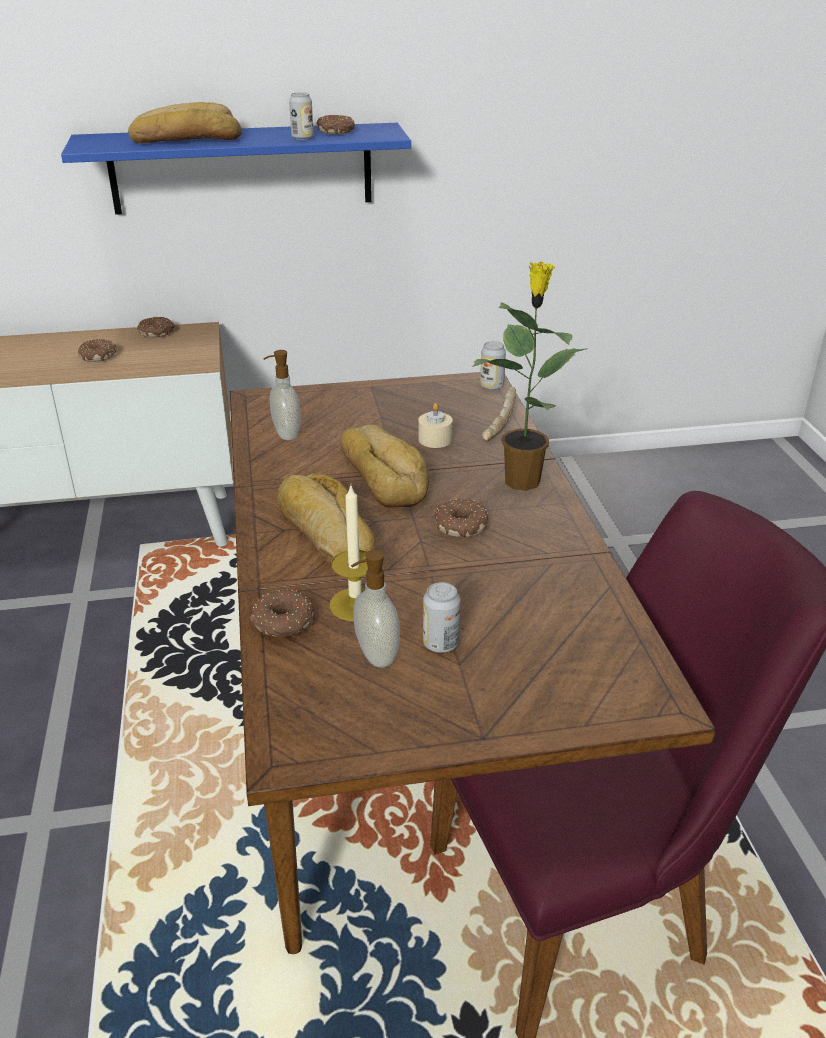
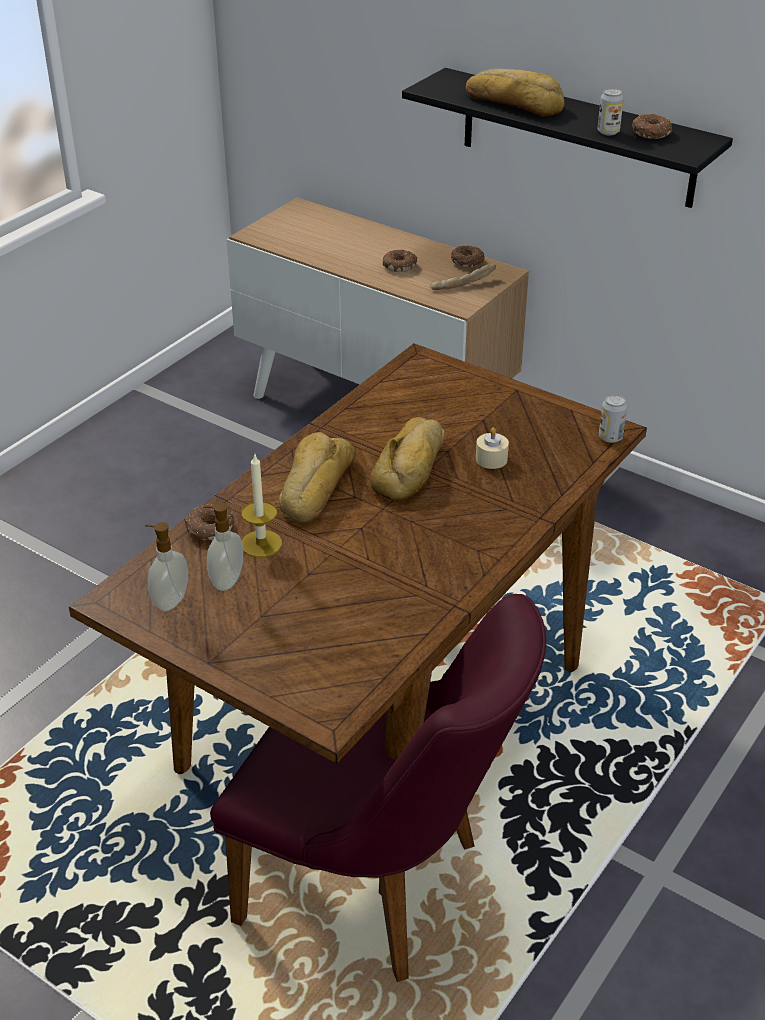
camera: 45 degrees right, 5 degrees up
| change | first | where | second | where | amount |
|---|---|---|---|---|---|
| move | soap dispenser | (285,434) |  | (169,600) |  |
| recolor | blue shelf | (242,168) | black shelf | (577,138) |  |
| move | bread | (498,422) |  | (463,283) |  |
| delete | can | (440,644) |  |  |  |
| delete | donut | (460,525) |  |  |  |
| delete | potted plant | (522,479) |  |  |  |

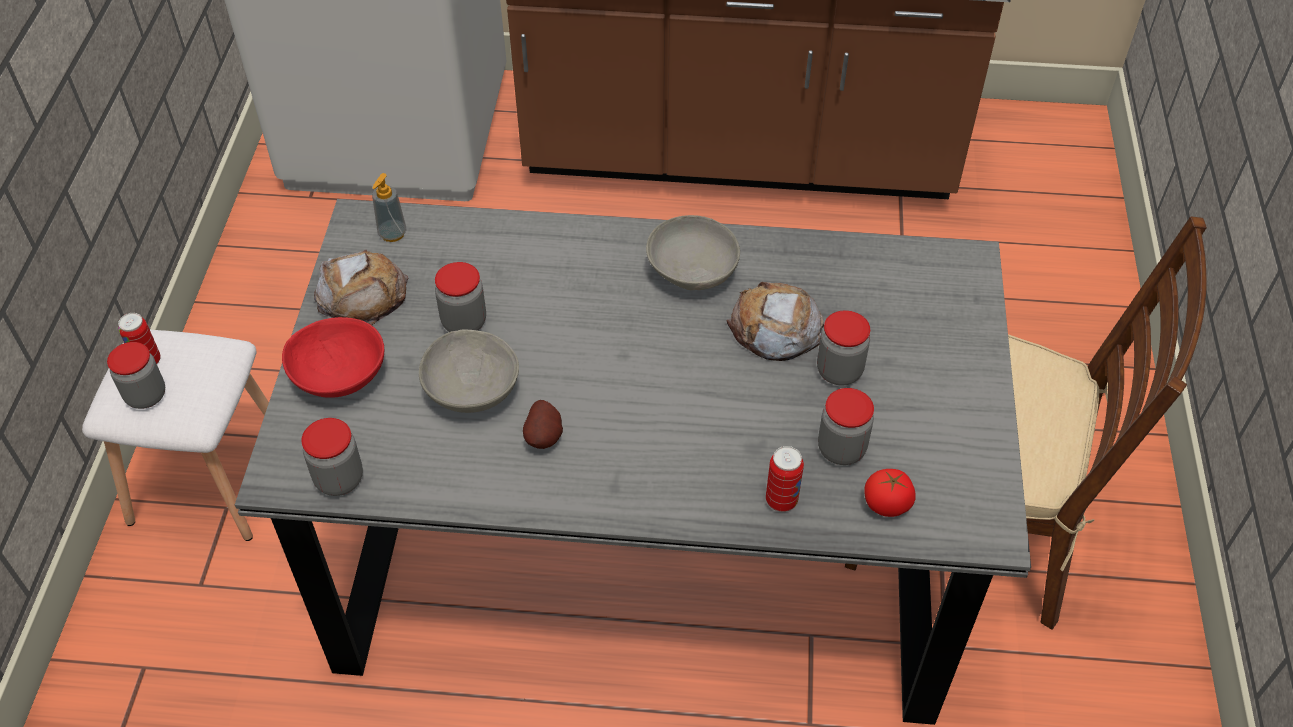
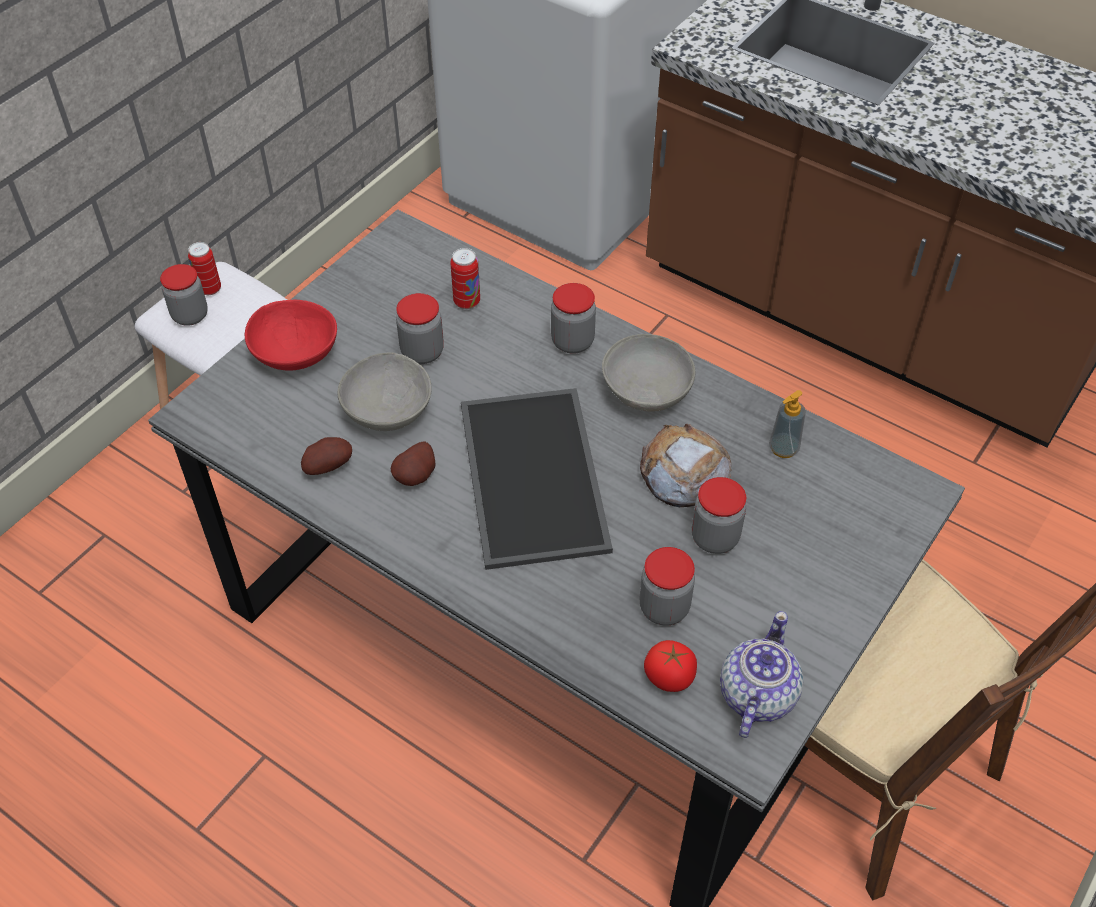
camera: 30 degrees right, 0 degrees up
| change | first | where | second | where | amount |
|---|---|---|---|---|---|
| insert |  |  | potato | (328,466) |  |
| move | can | (781,500) |  | (467,302) |  |
| insert |  |  | tray | (537,477) |  |
| move | jar | (339,479) |  | (572,342) |  |
| insert |  |  | teapot | (756,695) |  |
| move | soap dispenser | (392,233) |  | (783,448) |  |
| delete | bread | (362,294) |  |  |  |

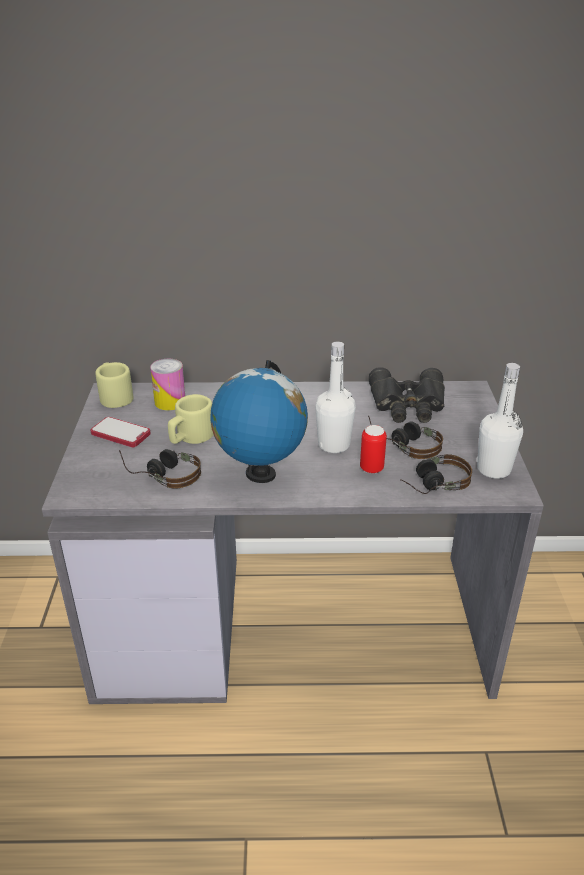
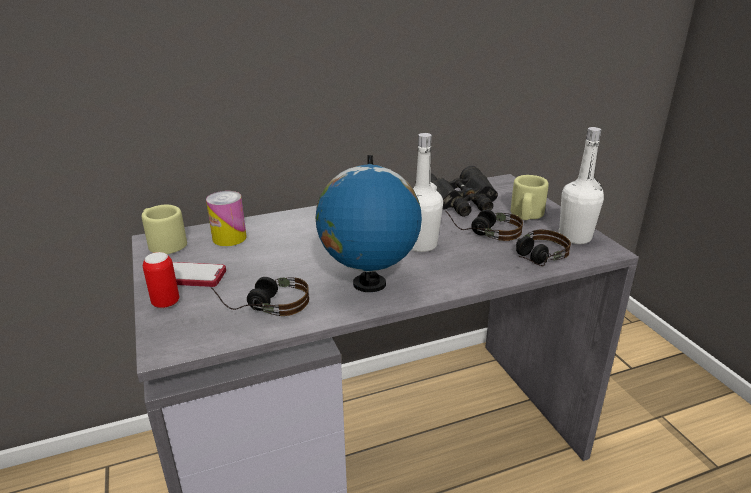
camera: 20 degrees left, 5 degrees down
| change | first | where | second | where | amount |
|---|---|---|---|---|---|
| move | can | (371,468) |  | (166,303) |  |
| move | beige mug | (190,437) |  | (526,215) |  |

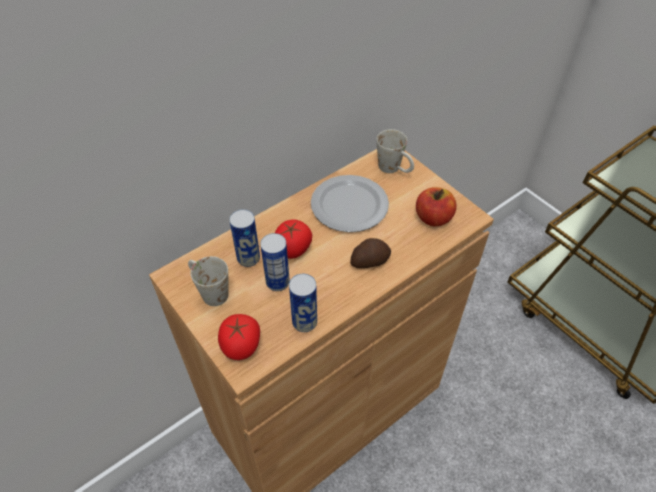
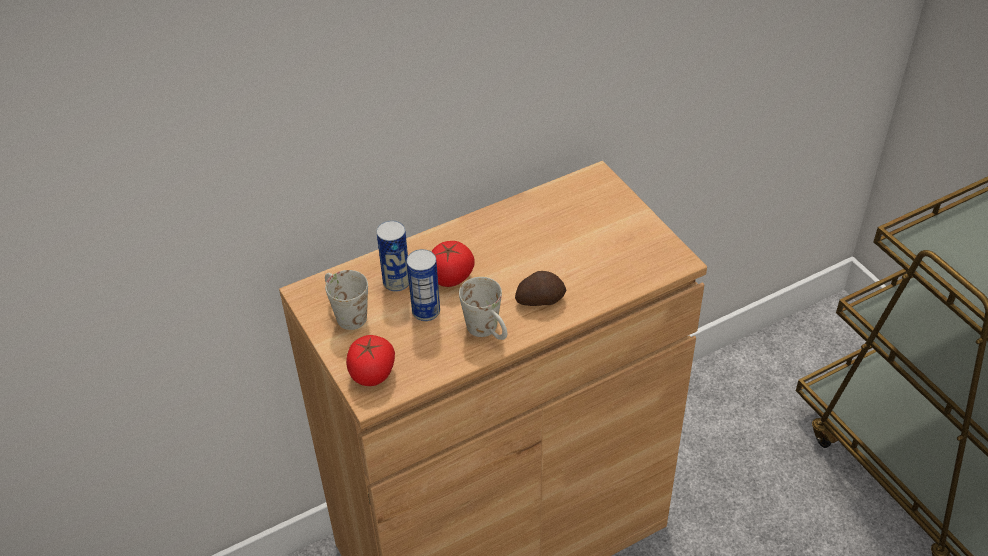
camera: 10 degrees right, 5 degrees down
| change | first | where | second | where | amount |
|---|---|---|---|---|---|
| move | white mug | (394,169) |  | (488,332) |  |
| delete | can | (304,322) |  |  |  |
| delete | plate | (348,205) |  |  |  |
| delete | apple | (433,218) |  |  |  |

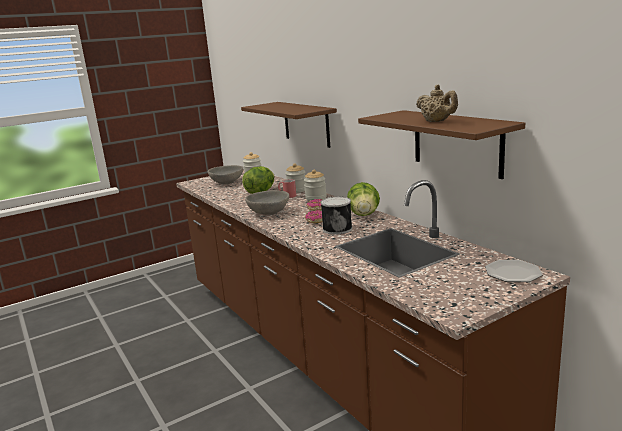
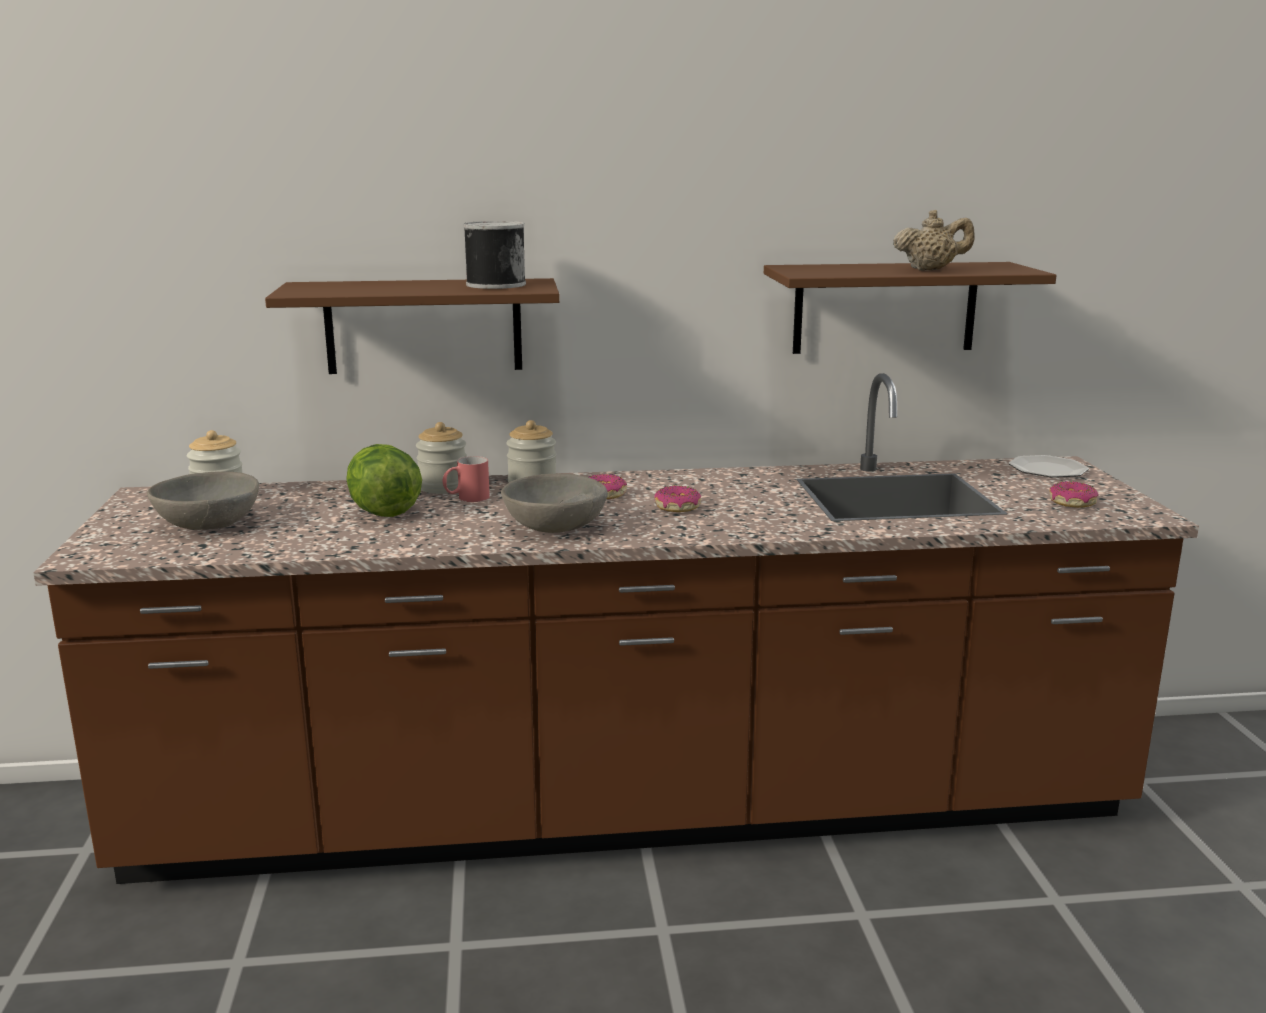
camera: 65 degrees left, 0 degrees up
| change | first | where | second | where | amount |
|---|---|---|---|---|---|
| move | can | (337,228) |  | (494,284) |  |
| insert |  |  | donut | (1071,503) |  |
| delete | lettuce | (364,215) |  |  |  |

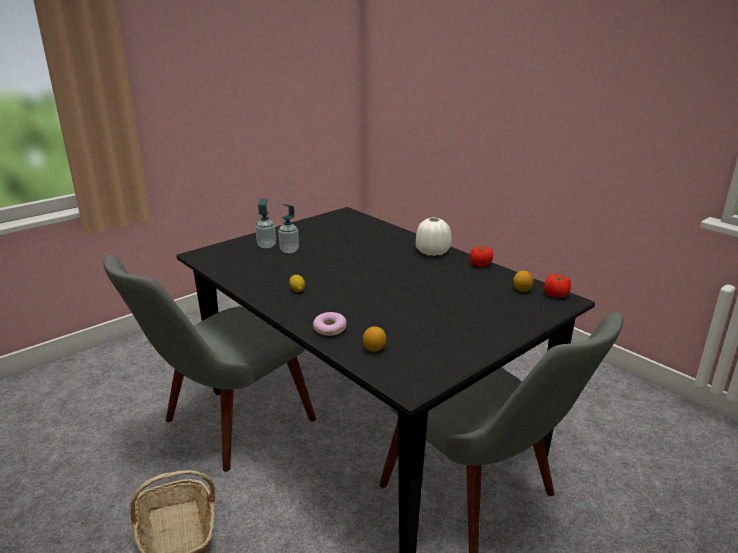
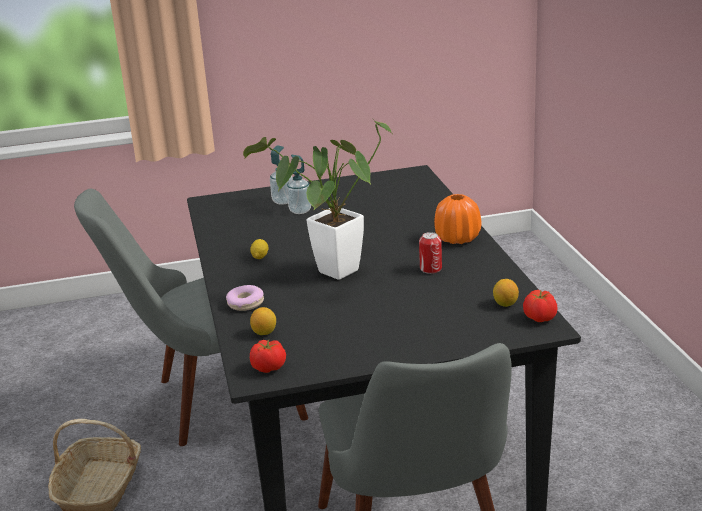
camera: 30 degrees right, 0 degrees up
| change | first | where | second | where | amount |
|---|---|---|---|---|---|
| insert |  |  | potted plant | (331,274) |  |
| move | tomato | (480,264) |  | (269,368) |  |
| insert |  |  | can | (430,269) |  |
| recolor | white vase | (432,252) | orange vase | (457,238) |  |

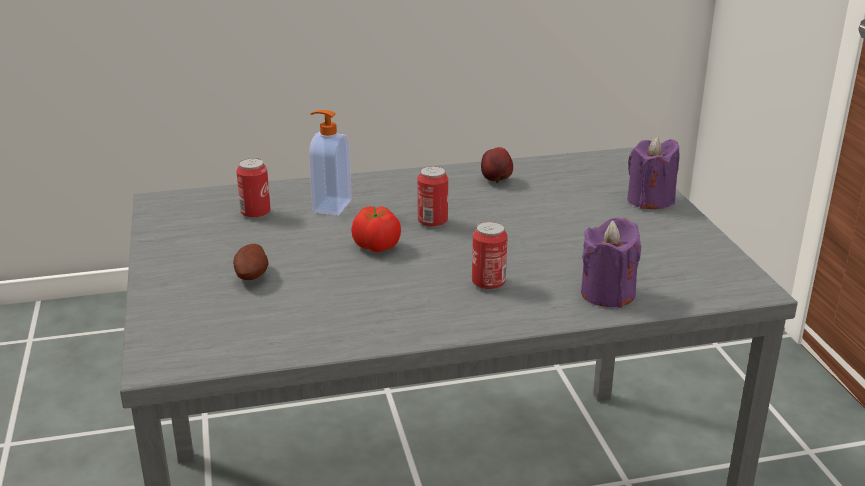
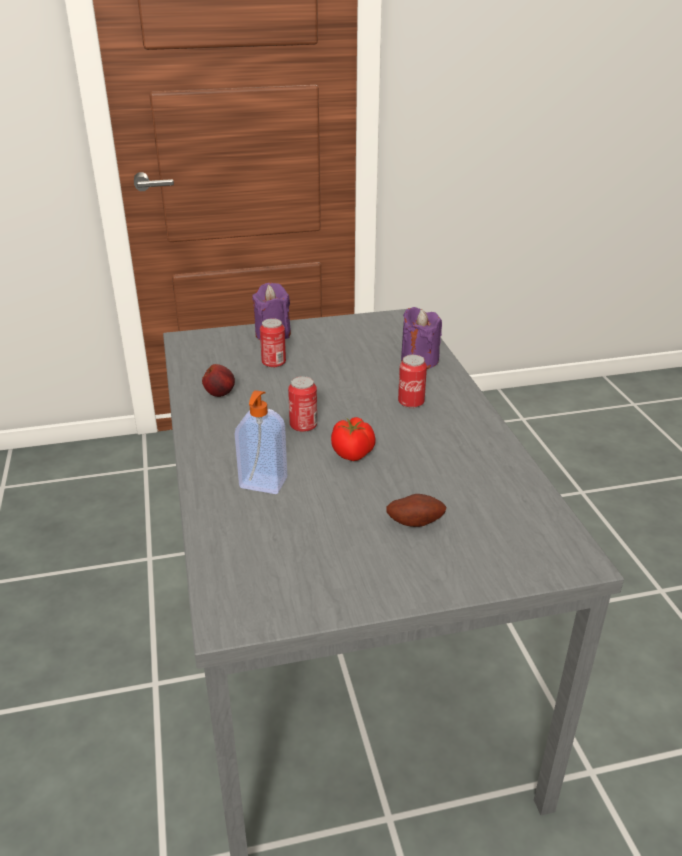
camera: 90 degrees left, 5 degrees up
| change | first | where | second | where | amount |
|---|---|---|---|---|---|
| move | can | (255,213) |  | (274,363) |  |

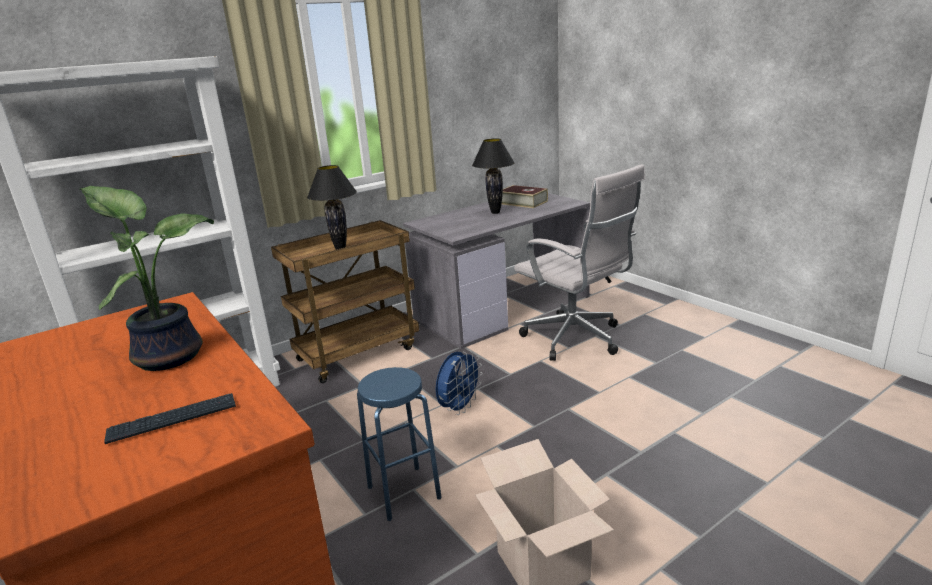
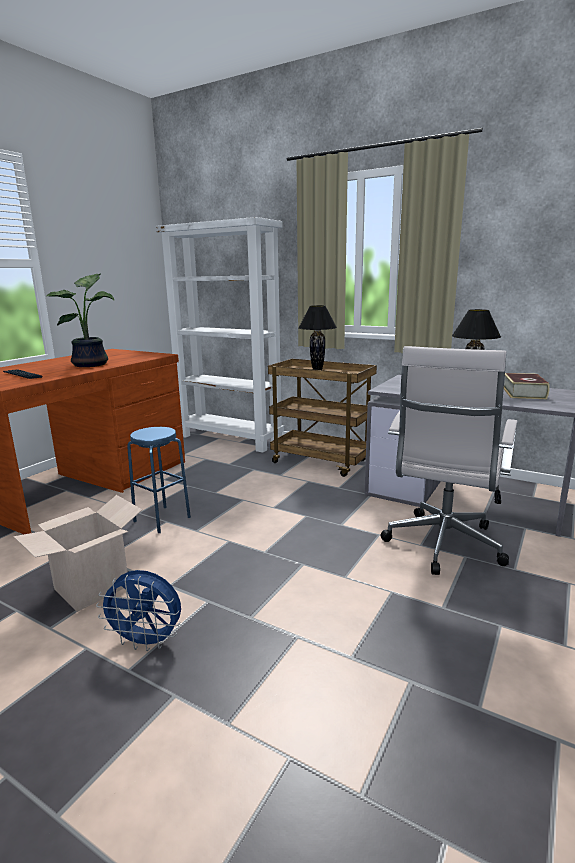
camera: 65 degrees right, 5 degrees down
| change | first | where | second | where | amount |
|---|---|---|---|---|---|
| move | blue fan | (459,408) |  | (147,642) |  |

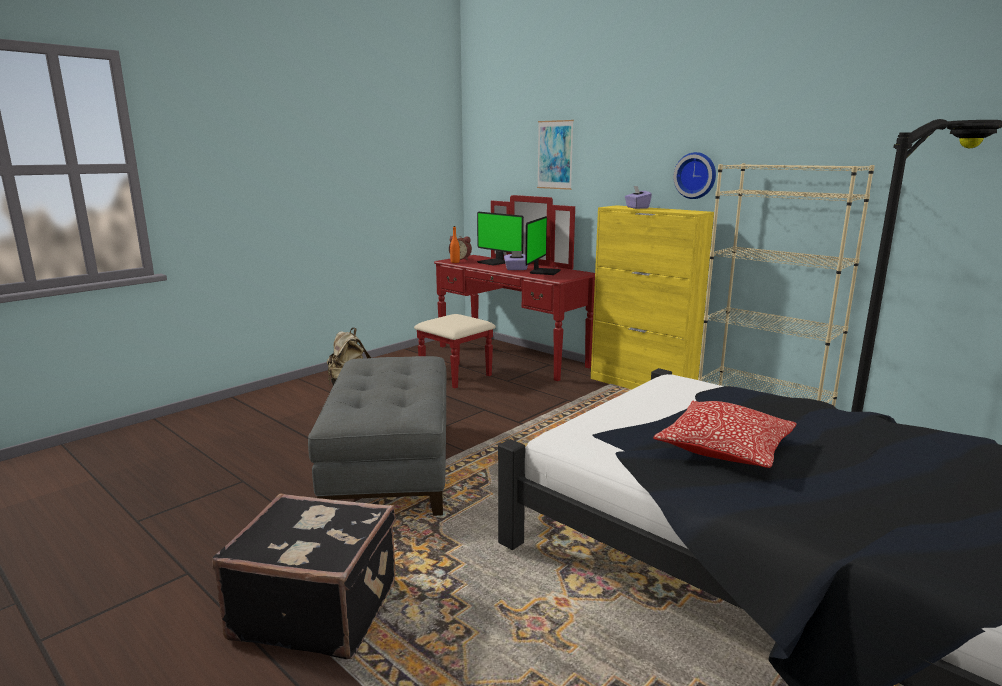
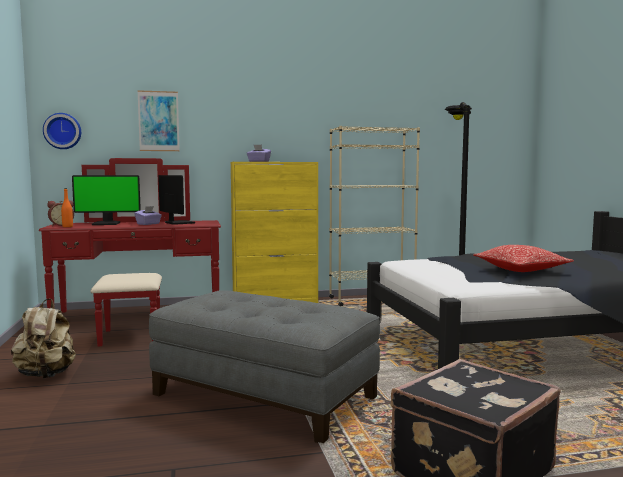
camera: 55 degrees left, 10 degrees down
| change | first | where | second | where | amount |
|---|---|---|---|---|---|
| move | wall clock | (696,175) |  | (63,131) |  |

